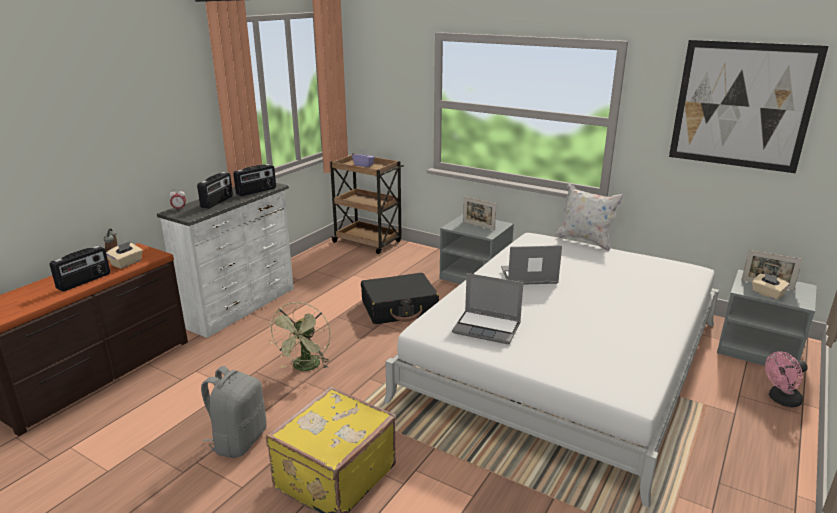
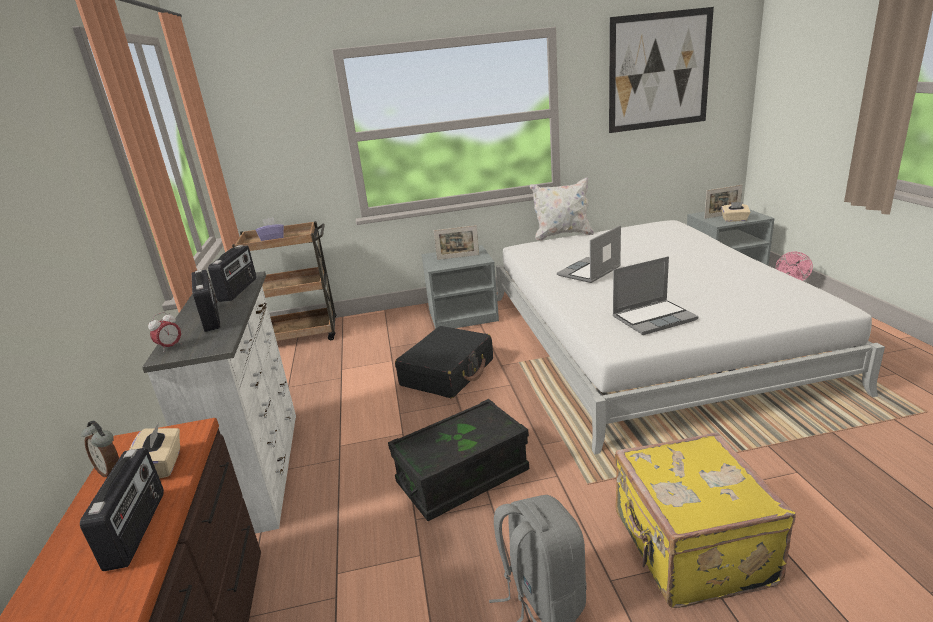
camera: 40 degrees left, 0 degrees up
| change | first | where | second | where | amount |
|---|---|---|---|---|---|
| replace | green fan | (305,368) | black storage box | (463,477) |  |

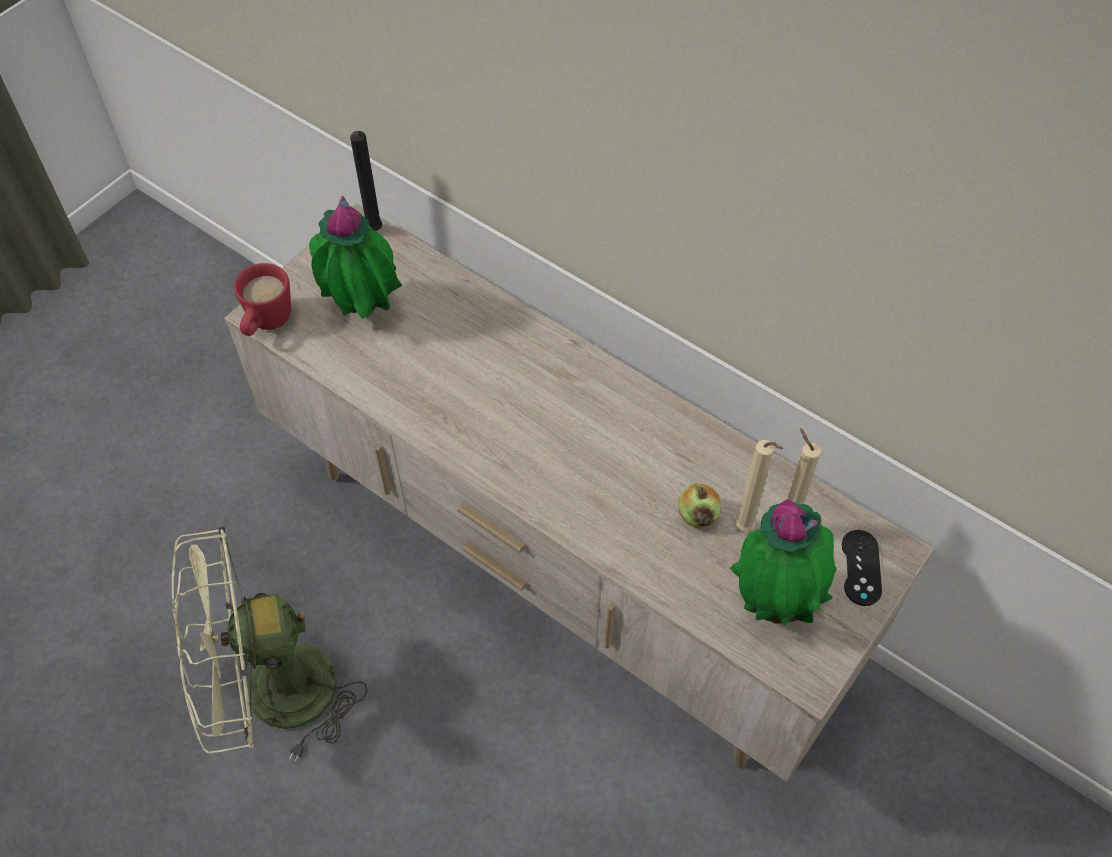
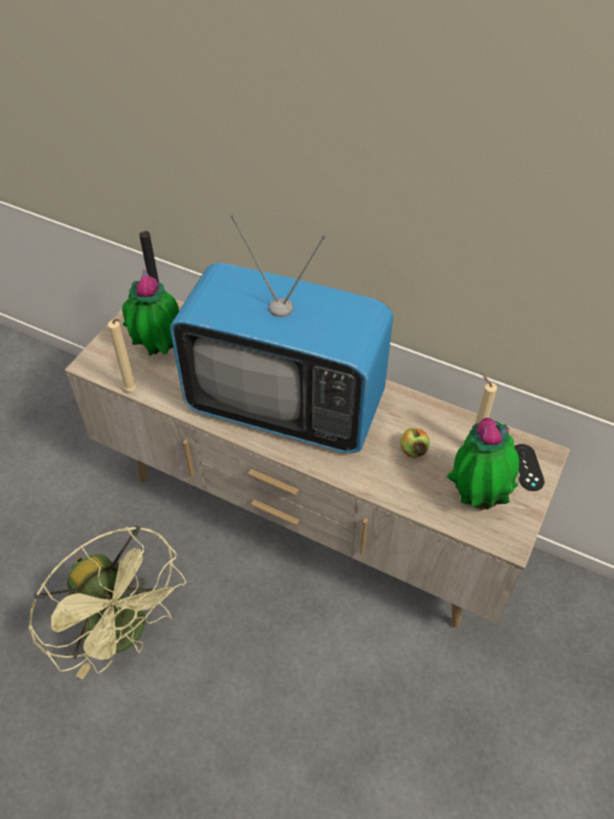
camera: 10 degrees left, 5 degrees down
| change | first | where | second | where | amount |
|---|---|---|---|---|---|
| rotate | green fan | (270,696) |  | (125,633) | 105 degrees counterclockwise |
| move | beige candle | (746,529) |  | (132,391) |  |
| insert |  |  | television | (285,406) |  |
| delete | red mug | (266,324) |  |  |  |

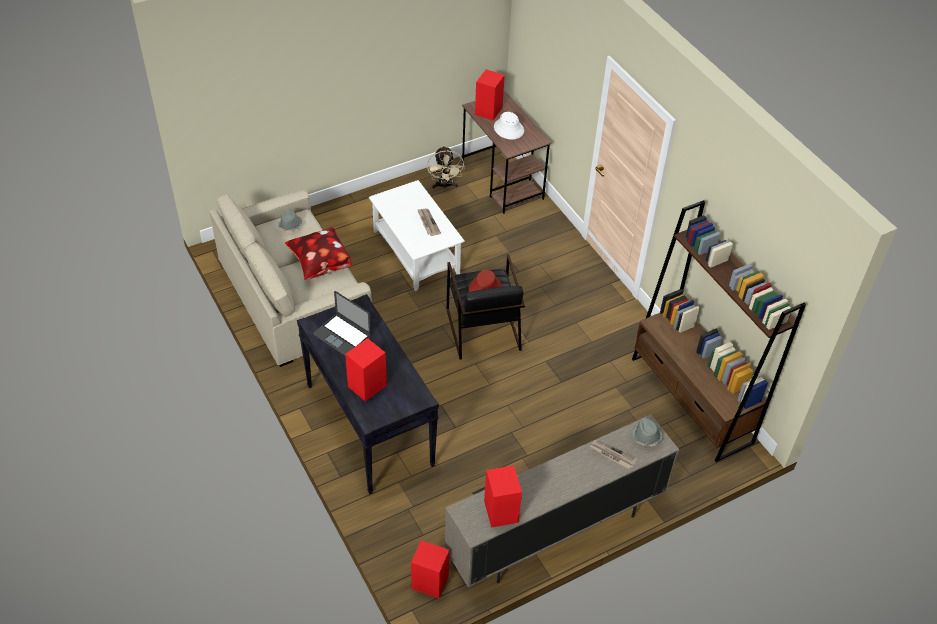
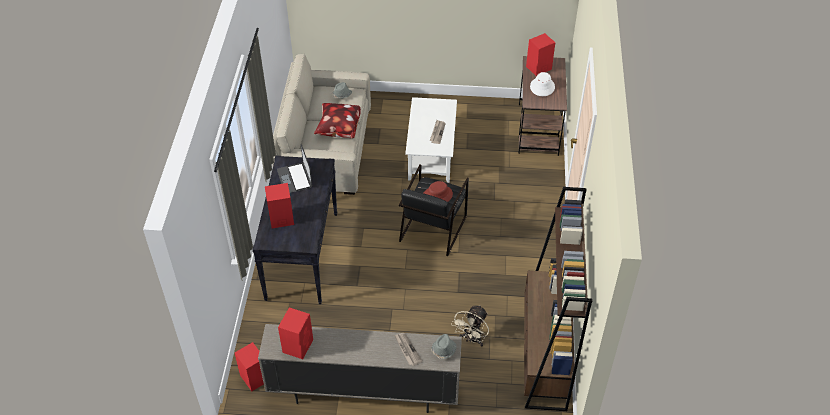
camera: 35 degrees right, 0 degrees up
| change | first | where | second | where | amount |
|---|---|---|---|---|---|
| move | beige fan | (444,185) |  | (471,339) |  |

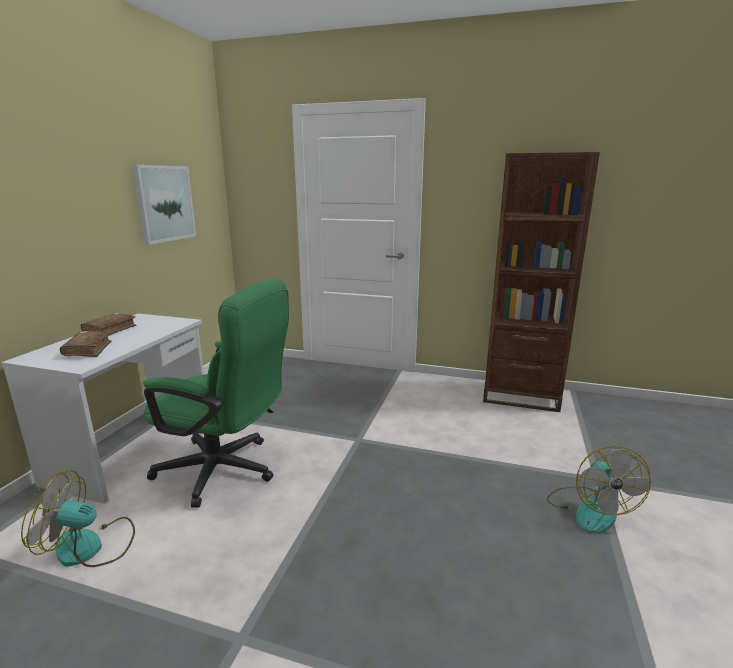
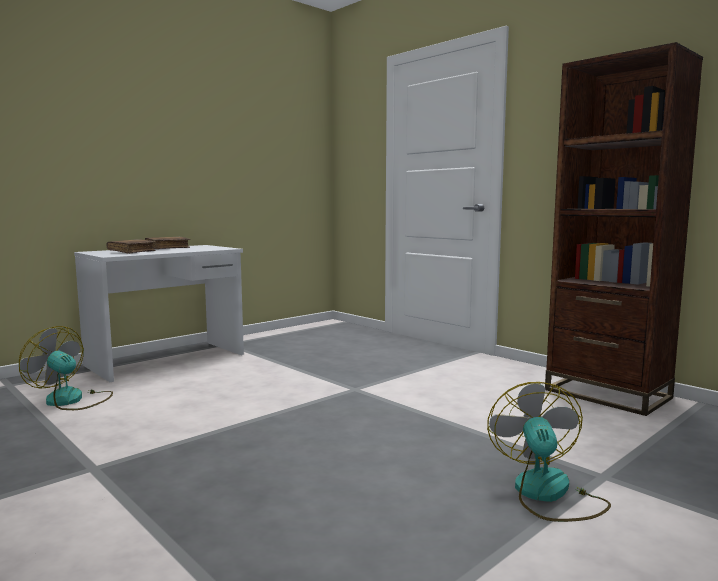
camera: 30 degrees right, 10 degrees down
| change | first | where | second | where | amount |
|---|---|---|---|---|---|
| rotate | fan | (590,509) |  | (547,494) | 150 degrees clockwise |
| delete | picture | (164,203) |  |  |  |
| delete | green office chair | (226,471) |  |  |  |

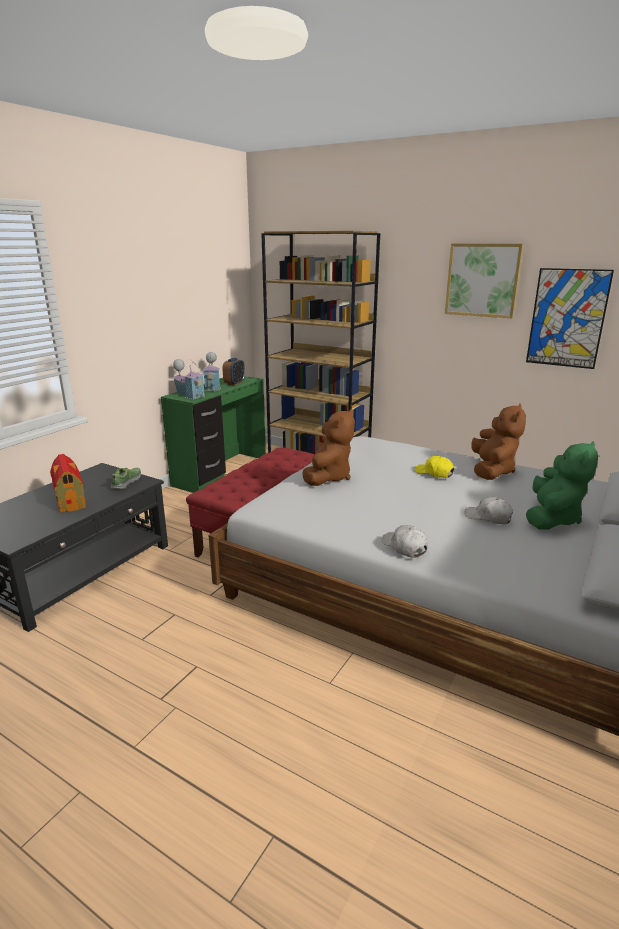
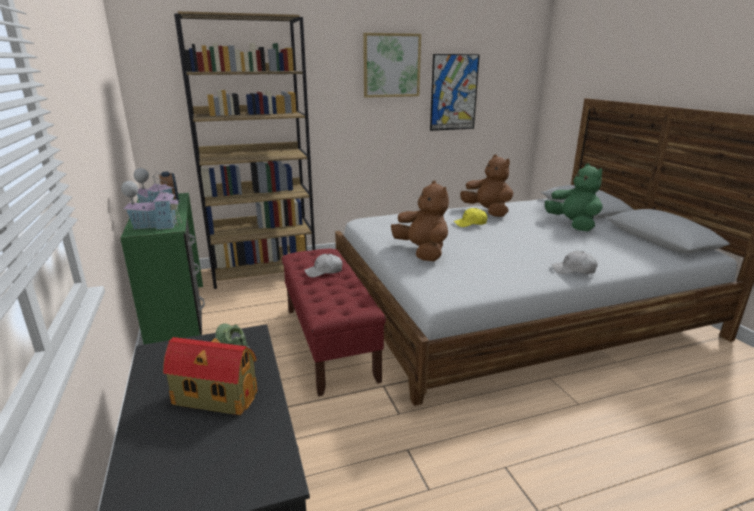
camera: 50 degrees left, 0 degrees up
| change | first | where | second | where | amount |
|---|---|---|---|---|---|
| move | white cap | (488,517) |  | (324,271) |  |

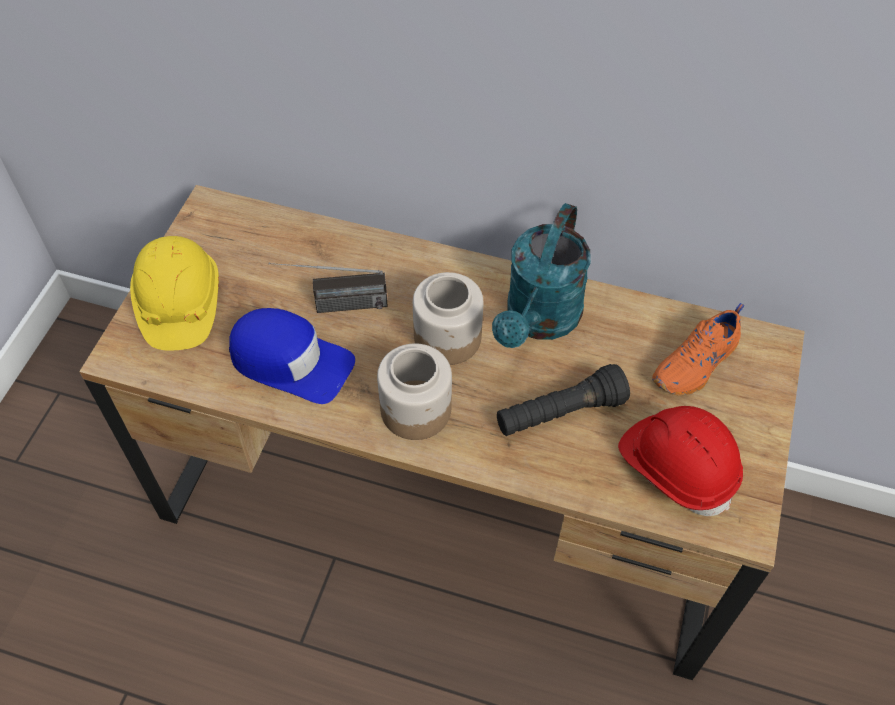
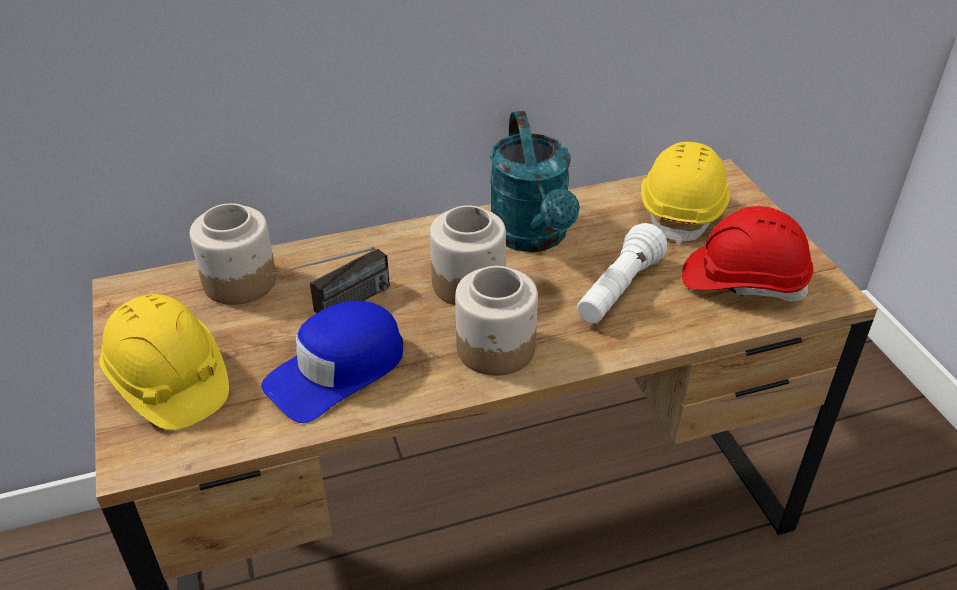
camera: 35 degrees left, 15 degrees down
| change | first | where | second | where | amount |
|---|---|---|---|---|---|
| insert |  |  | jar | (239,282) |  |
| rotate | blue cap | (291,361) |  | (337,370) | 150 degrees clockwise |
| recolor | black flashlight | (559,413) | white flashlight | (618,291) |  |
| replace | orange shoe | (696,365) | yellow hard hat | (682,211) |  |

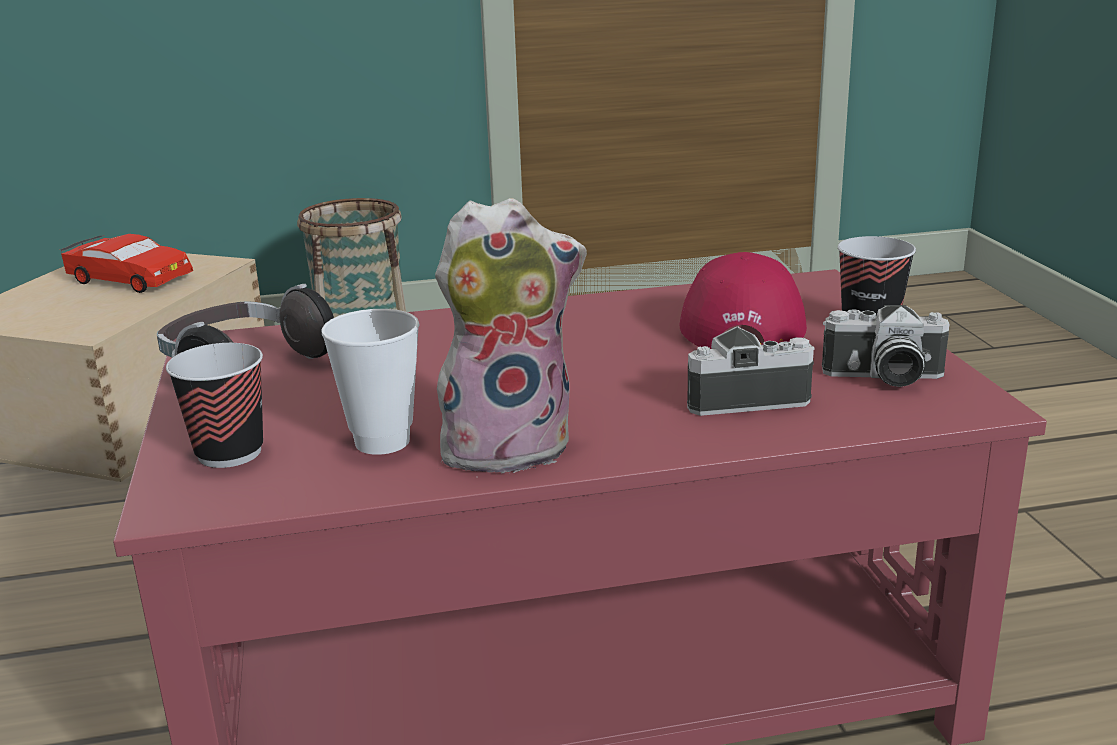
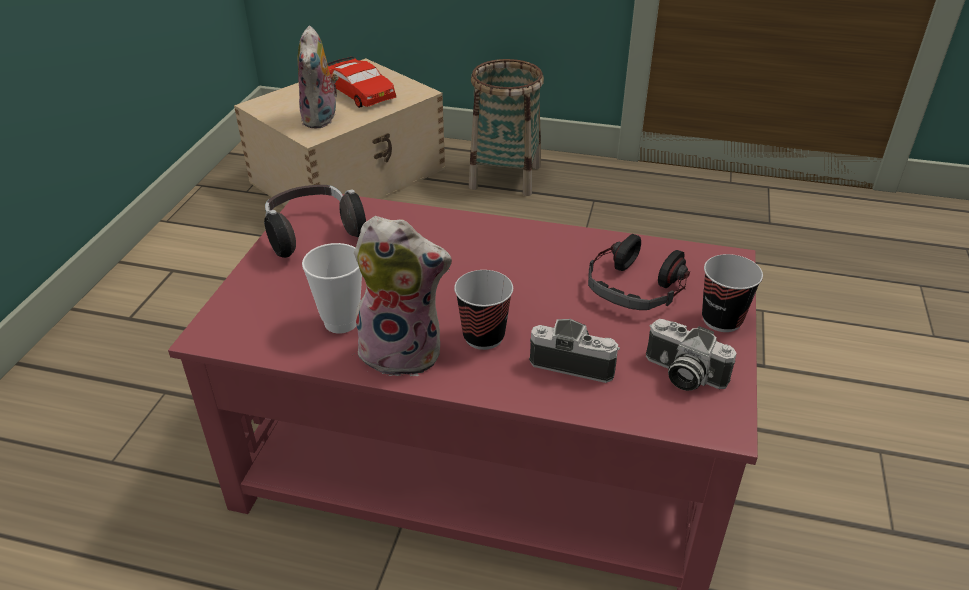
camera: 25 degrees right, 15 degrees up
| change | first | where | second | where | amount |
|---|---|---|---|---|---|
| insert |  |  | plush toy | (322,119) |  |
| move | cup | (229,453) |  | (483,336) |  |
| replace | red cap | (741,323) | headphones | (636,287) |  |

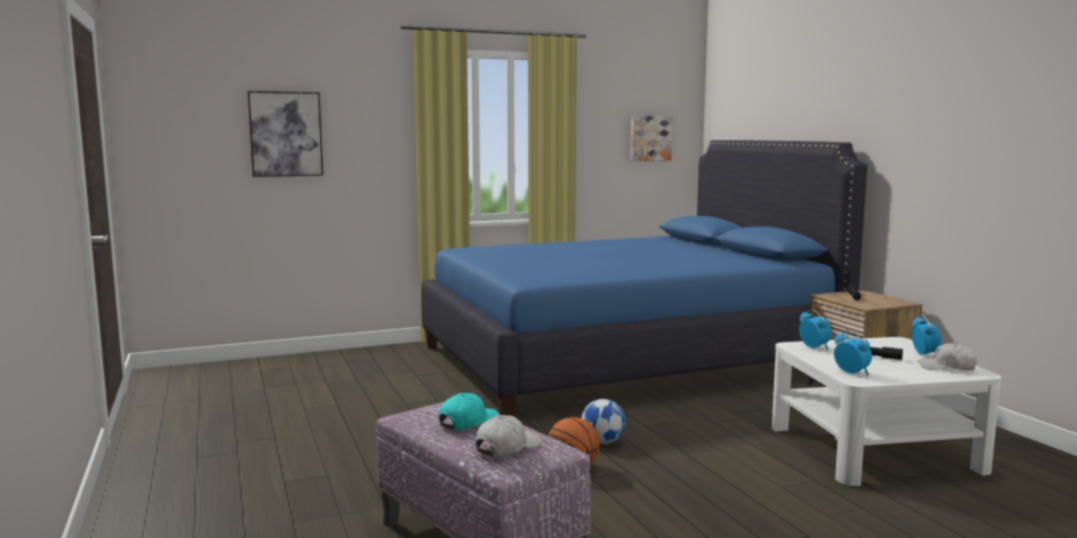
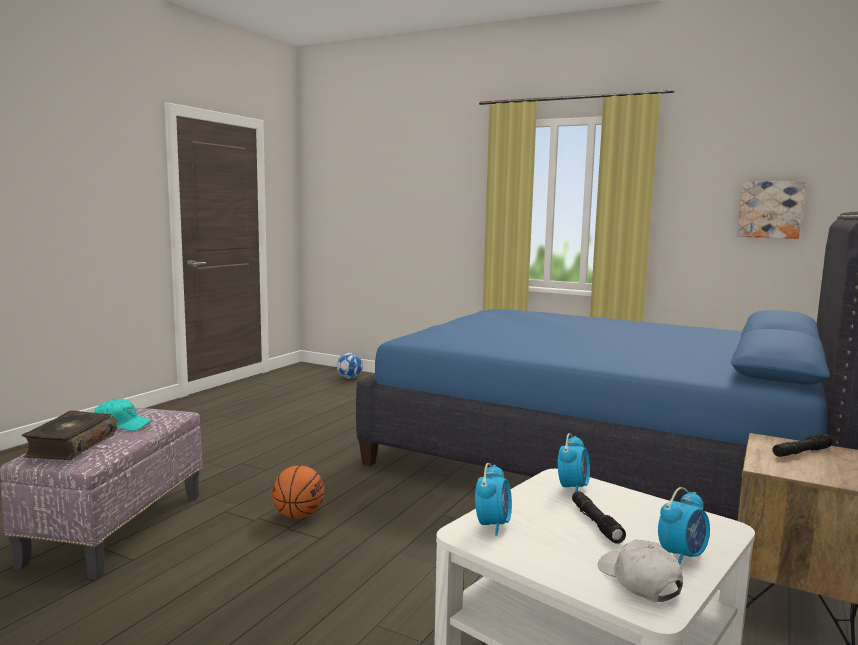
camera: 50 degrees right, 0 degrees up
| change | first | where | second | where | amount |
|---|---|---|---|---|---|
| replace | white cap | (507,447) | book | (70,446) |  |
| move | football | (603,442) |  | (349,378) |  |
| delete | picture | (286,134) |  |  |  |

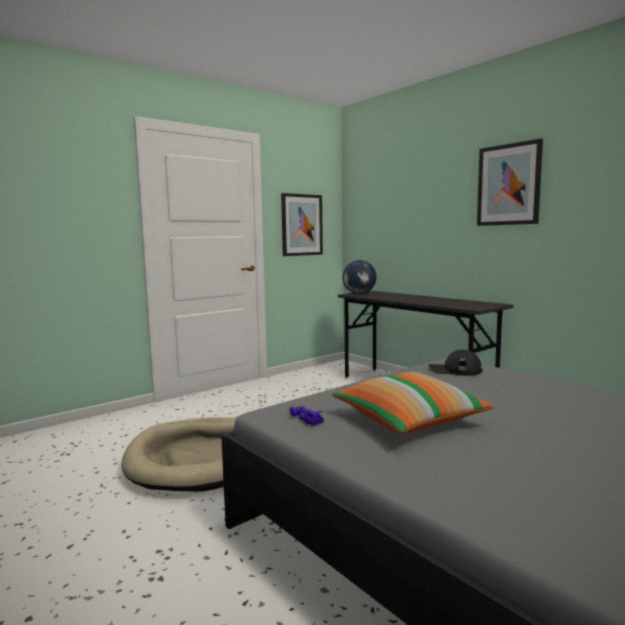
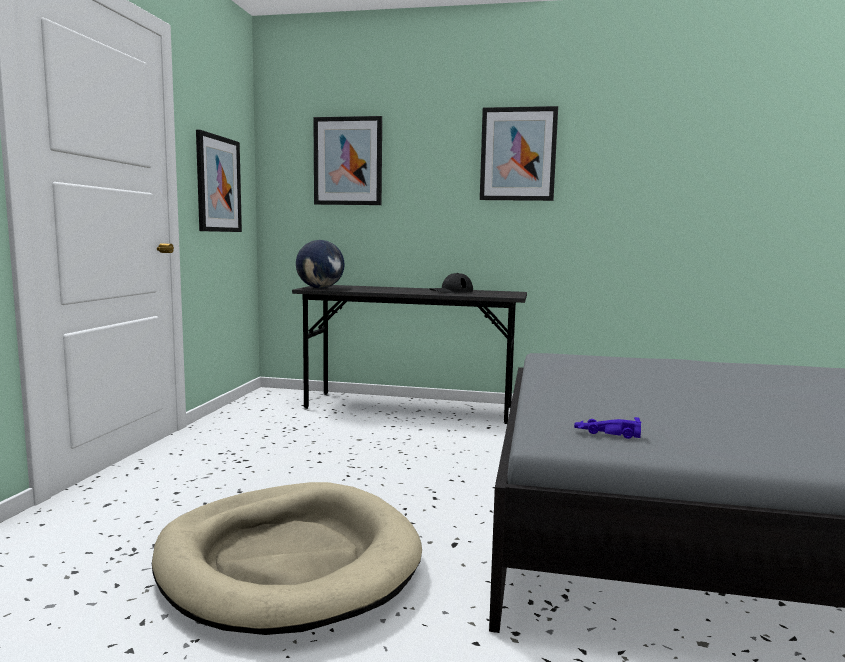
camera: 40 degrees left, 0 degrees up
| change | first | where | second | where | amount |
|---|---|---|---|---|---|
| insert |  |  | picture | (348,161) |  |
| move | black cap | (454,370) |  | (451,291) |  |
| delete | pillow | (409,421) |  |  |  |

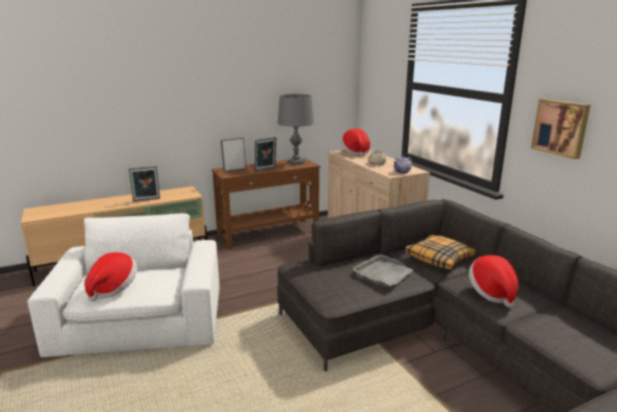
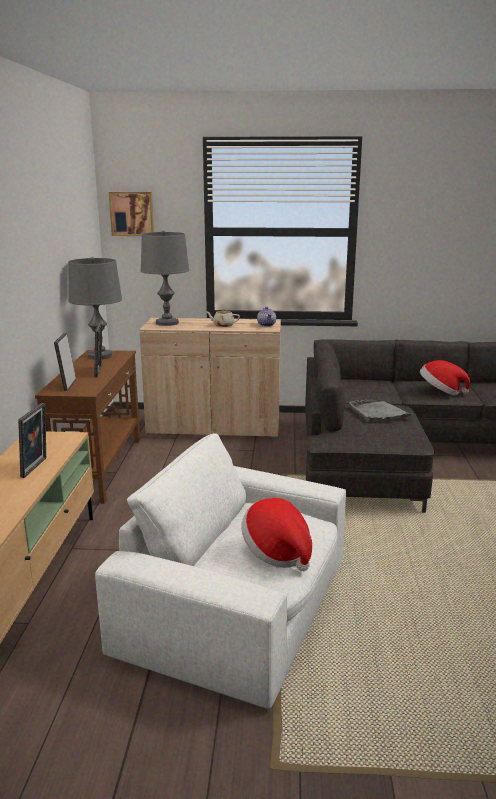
camera: 60 degrees left, 0 degrees up
| change | first | where | second | where | amount |
|---|---|---|---|---|---|
| move | picture | (560,127) |  | (132,213) |  |
| replace | hat | (355,152) | grey table lamp | (167,323) |  |
| delete | pillow | (439,258) |  |  |  |

